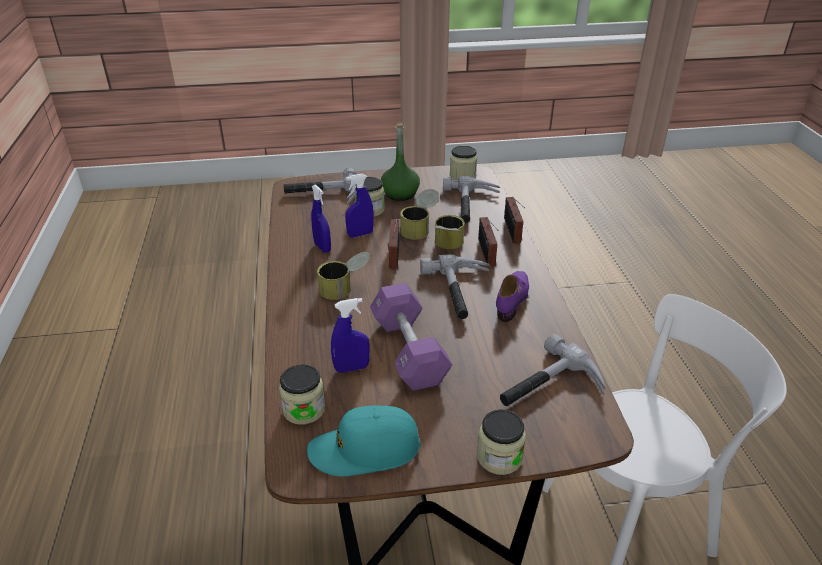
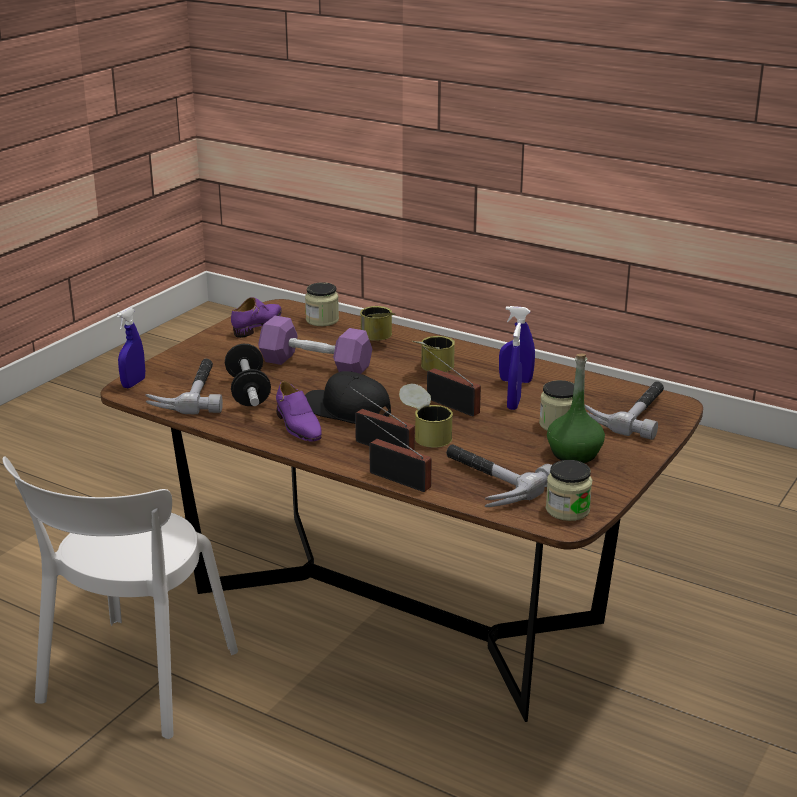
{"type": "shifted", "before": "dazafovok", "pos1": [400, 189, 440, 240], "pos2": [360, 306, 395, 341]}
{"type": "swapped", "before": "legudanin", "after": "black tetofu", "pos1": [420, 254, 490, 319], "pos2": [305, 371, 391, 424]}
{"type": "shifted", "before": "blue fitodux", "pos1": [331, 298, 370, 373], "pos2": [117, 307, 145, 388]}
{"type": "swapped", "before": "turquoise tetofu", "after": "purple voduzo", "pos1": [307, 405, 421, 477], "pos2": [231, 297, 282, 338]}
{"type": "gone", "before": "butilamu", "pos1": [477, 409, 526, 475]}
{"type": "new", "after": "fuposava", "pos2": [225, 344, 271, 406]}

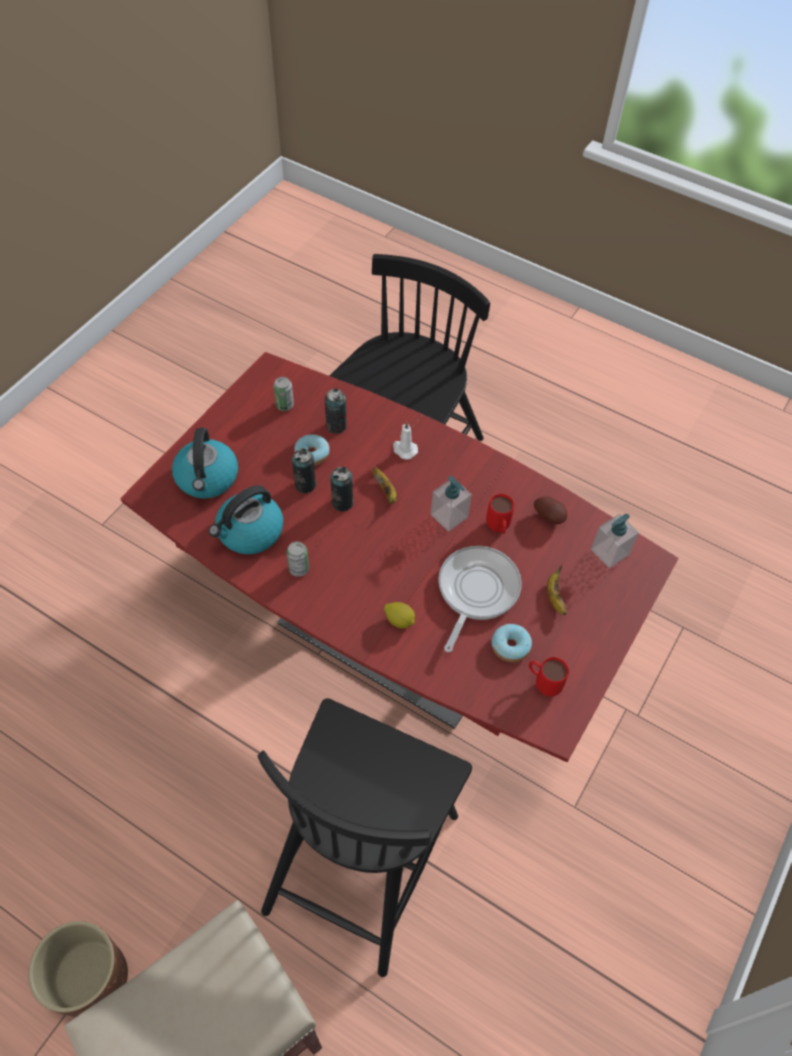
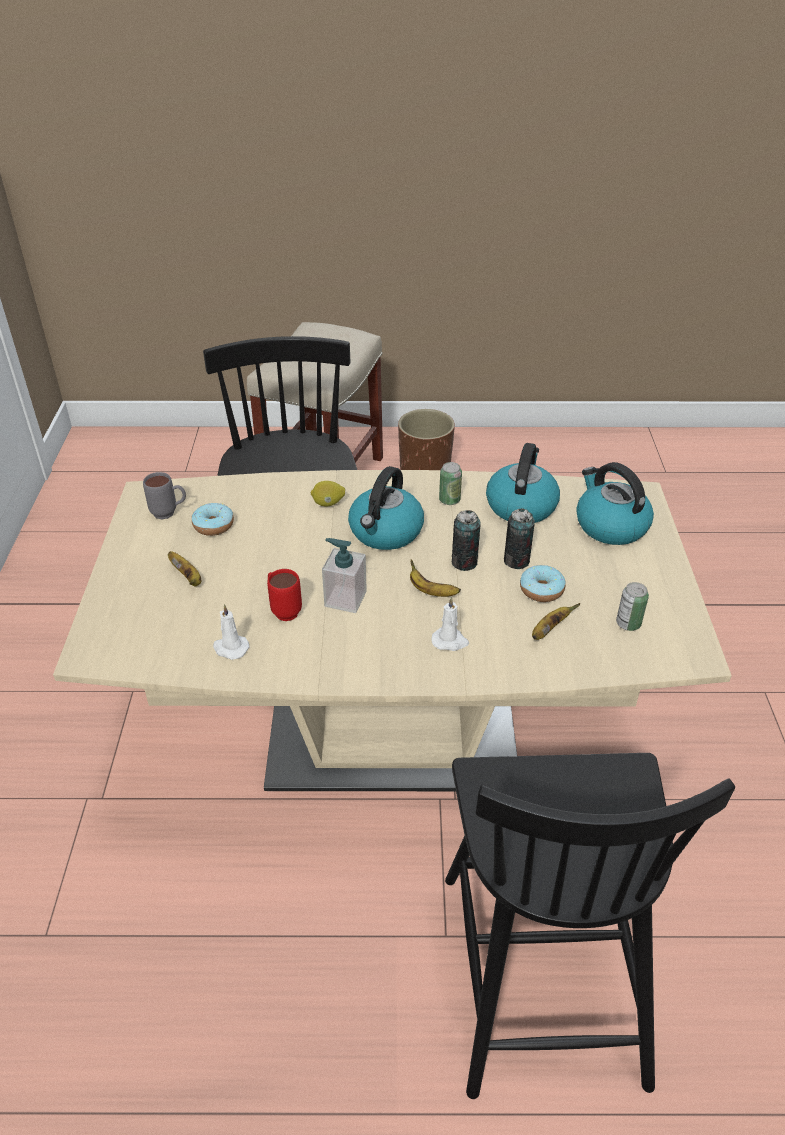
{"type": "repainted", "before": "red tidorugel", "after": "beige tidorugel", "pos1": [120, 352, 679, 762], "pos2": [53, 470, 732, 791]}
{"type": "swapped", "before": "dazafovok", "after": "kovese", "pos1": [325, 389, 347, 434], "pos2": [532, 603, 581, 640]}
{"type": "swapped", "before": "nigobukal", "after": "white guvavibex", "pos1": [534, 496, 567, 524], "pos2": [213, 604, 249, 660]}
{"type": "gone", "before": "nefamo", "pos1": [591, 514, 639, 568]}
{"type": "gone", "before": "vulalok", "pos1": [438, 546, 522, 652]}
{"type": "repainted", "before": "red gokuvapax", "after": "grey gokuvapax", "pos1": [529, 657, 569, 696], "pos2": [143, 472, 186, 519]}
{"type": "new", "after": "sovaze", "pos2": [348, 466, 424, 550]}

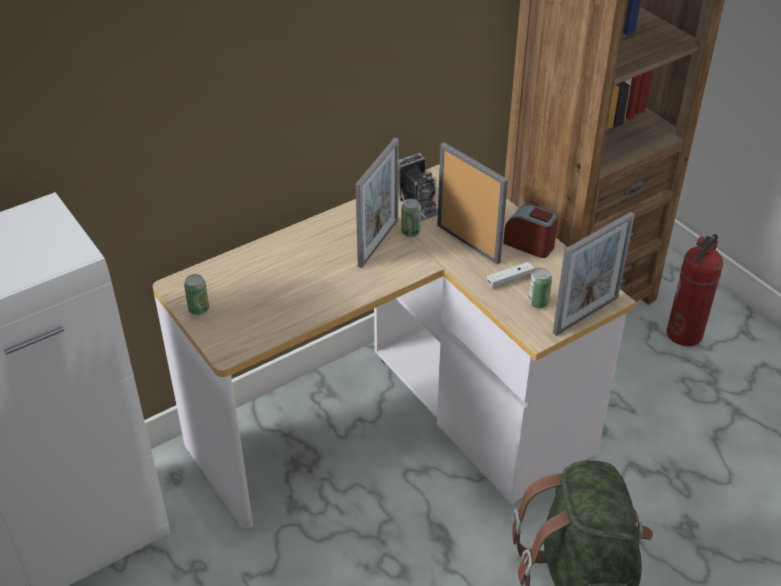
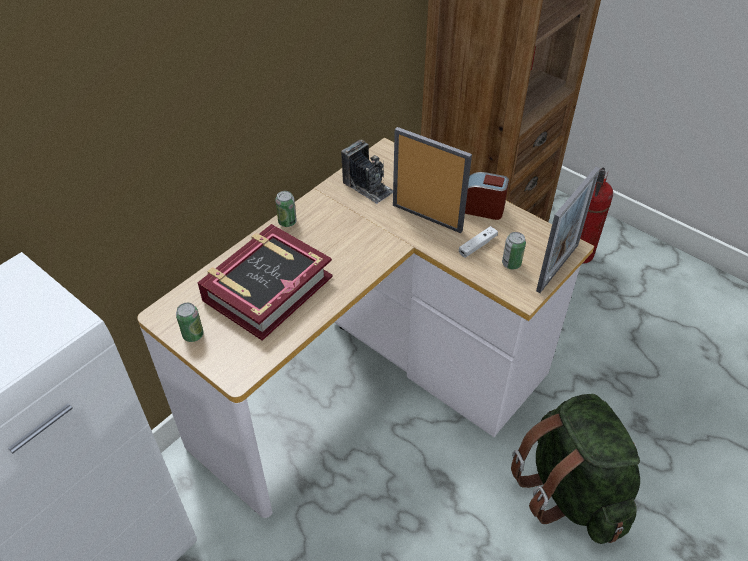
{"type": "gone", "before": "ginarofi", "pos1": [356, 138, 399, 268]}
{"type": "shifted", "before": "dazafovok", "pos1": [401, 198, 421, 237], "pos2": [275, 191, 297, 227]}
{"type": "new", "after": "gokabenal", "pos2": [198, 224, 333, 341]}

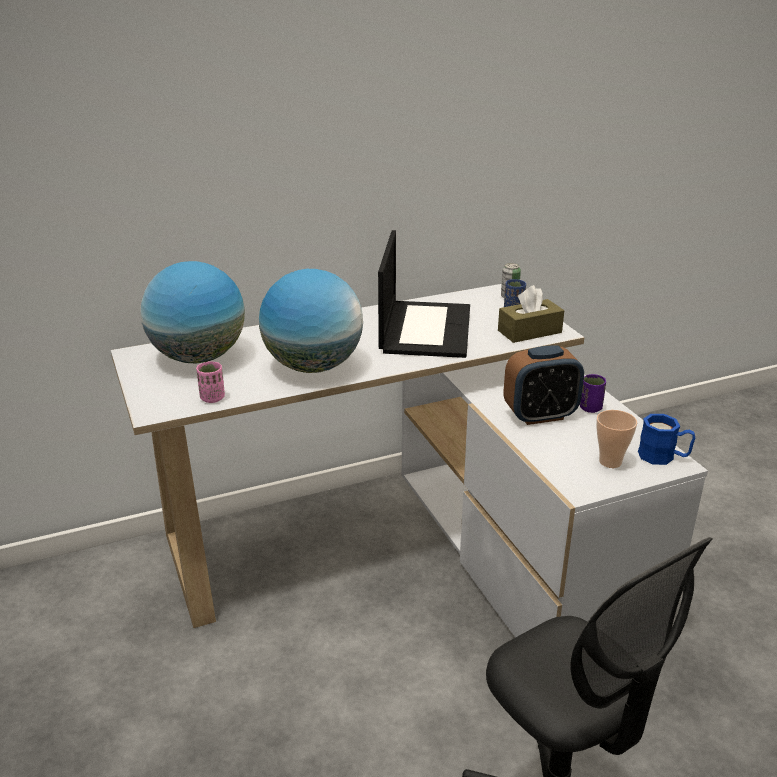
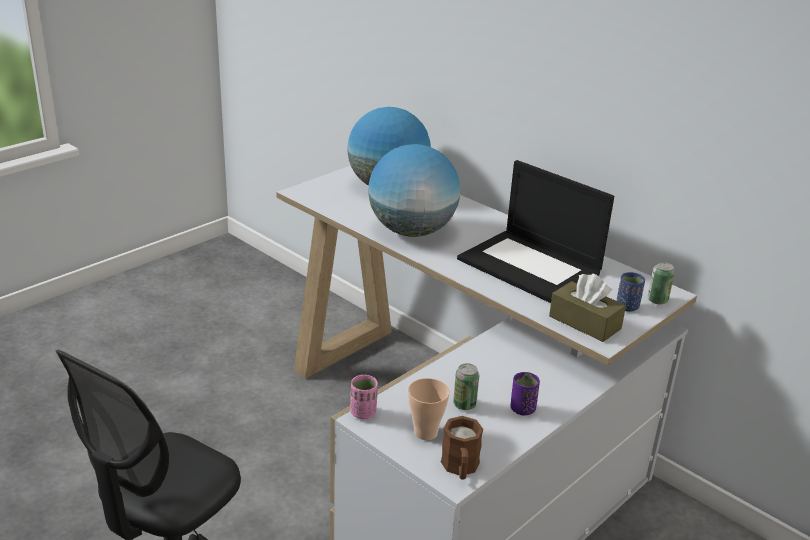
{"type": "rotated", "before": "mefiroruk", "pos1": [378, 230, 470, 358], "pos2": [457, 160, 614, 303], "turn": 60}
{"type": "gone", "before": "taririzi", "pos1": [503, 346, 584, 425]}
{"type": "shifted", "before": "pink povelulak", "pos1": [196, 361, 225, 403], "pos2": [350, 375, 378, 419]}
{"type": "repainted", "before": "blue gokuvapax", "after": "brown gokuvapax", "pos1": [638, 414, 695, 465], "pos2": [441, 416, 483, 480]}
{"type": "new", "after": "dazafovok", "pos2": [453, 363, 479, 410]}

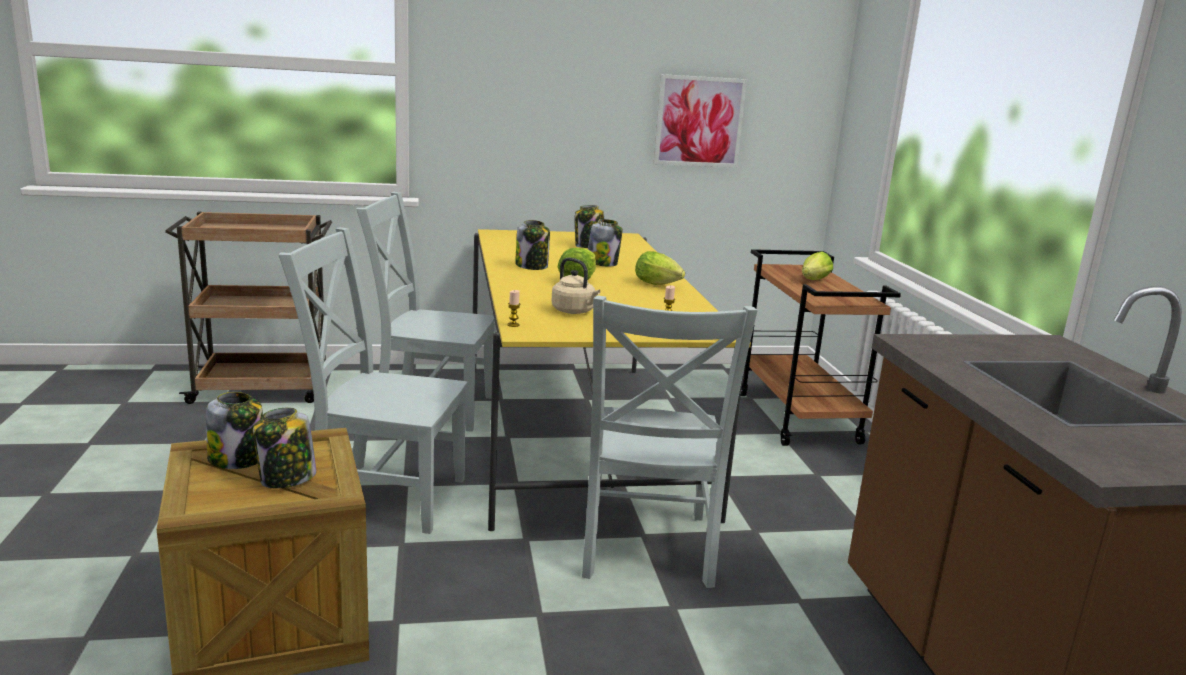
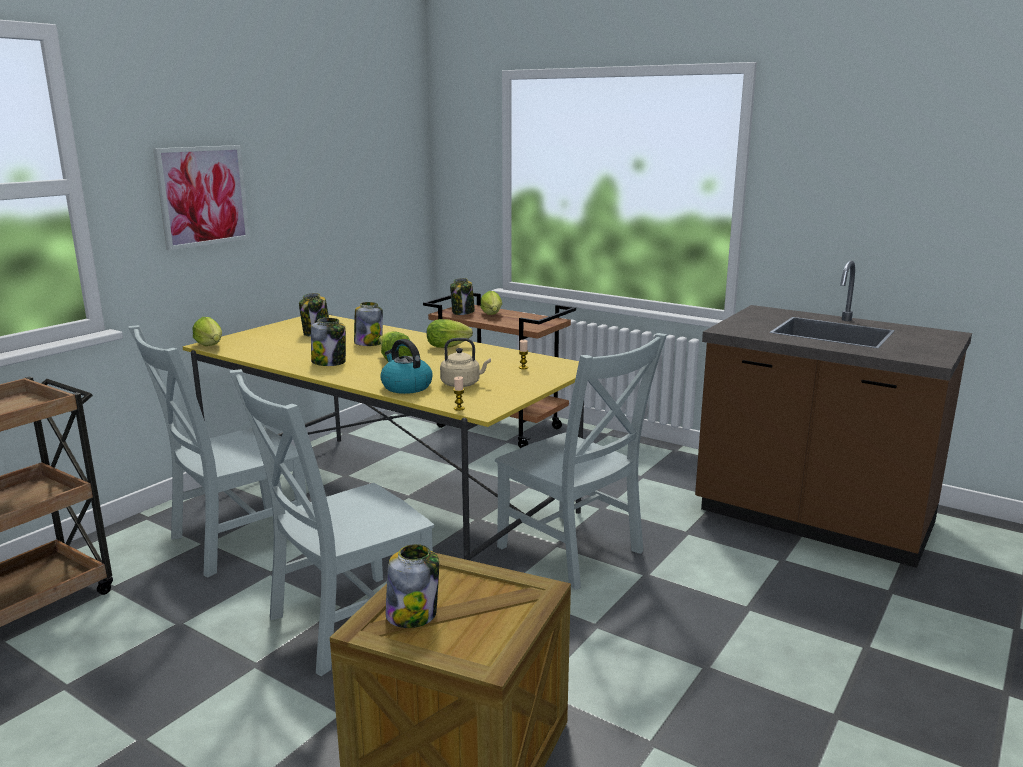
{"type": "shifted", "before": "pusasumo", "pos1": [654, 74, 747, 168], "pos2": [153, 145, 250, 251]}
{"type": "shifted", "before": "butilamu", "pos1": [253, 408, 316, 488], "pos2": [450, 278, 475, 315]}
{"type": "new", "after": "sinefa", "pos2": [192, 317, 222, 346]}
{"type": "new", "after": "sovaze", "pos2": [380, 339, 433, 394]}

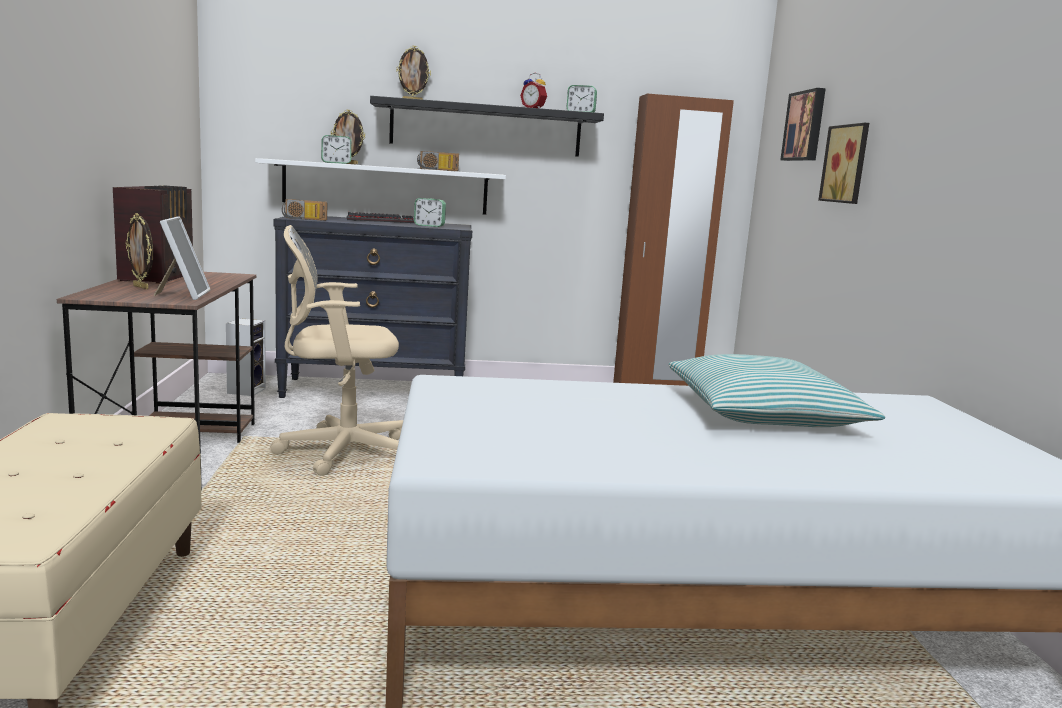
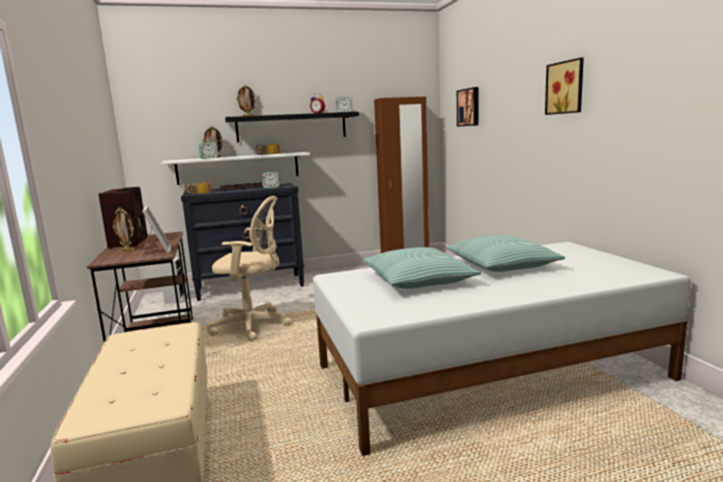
{"type": "shifted", "before": "pusasumo", "pos1": [818, 123, 869, 204], "pos2": [545, 57, 584, 115]}
{"type": "rotated", "before": "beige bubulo", "pos1": [270, 225, 403, 476], "pos2": [206, 196, 292, 341], "turn": -150}
{"type": "new", "after": "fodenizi", "pos2": [363, 247, 481, 289]}

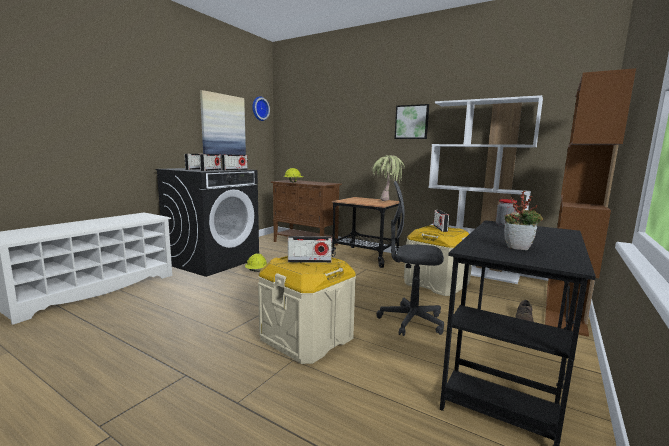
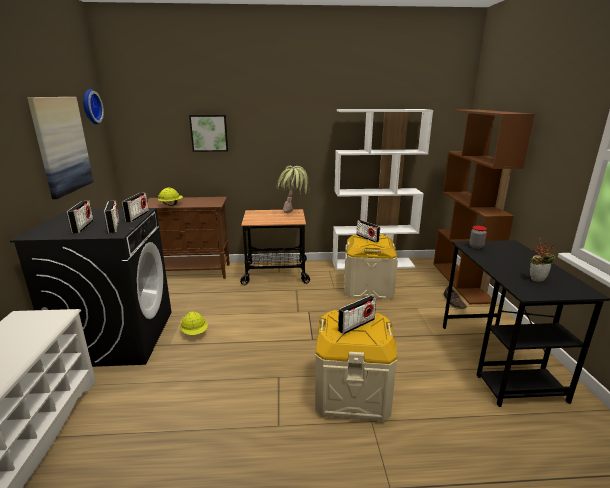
{"type": "shifted", "before": "pusasumo", "pos1": [394, 104, 429, 139], "pos2": [189, 115, 228, 152]}
{"type": "gone", "before": "grey bubulo", "pos1": [376, 181, 444, 336]}

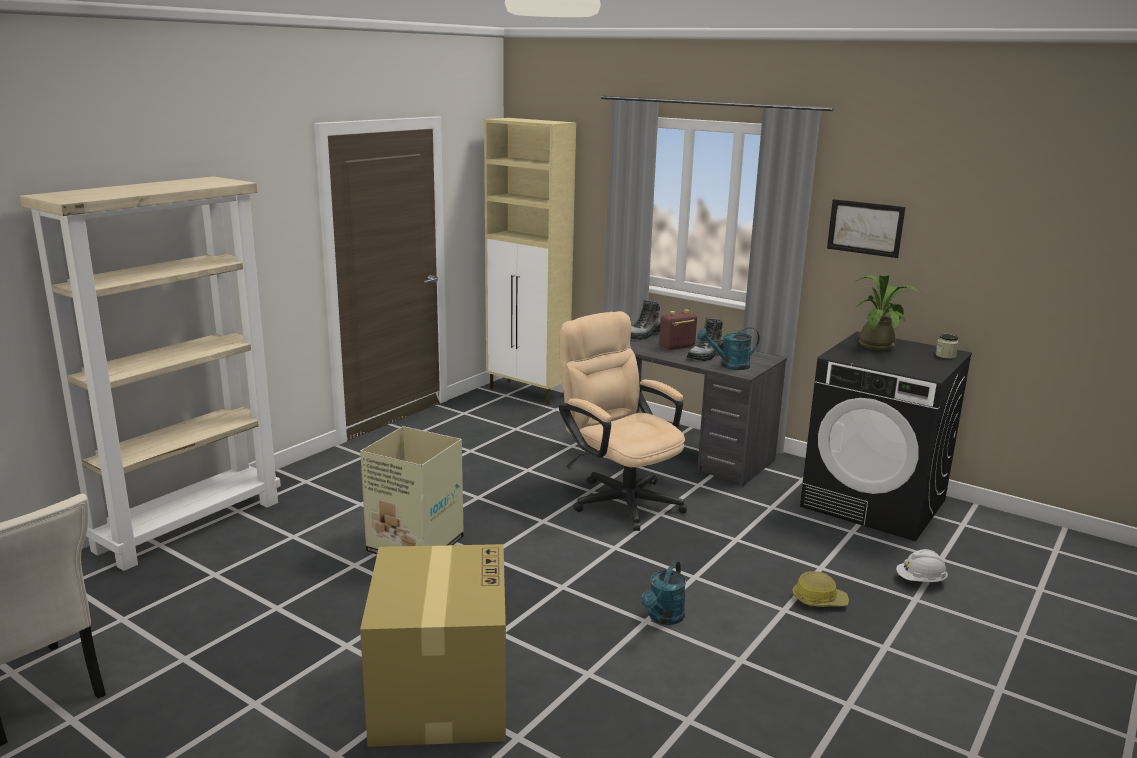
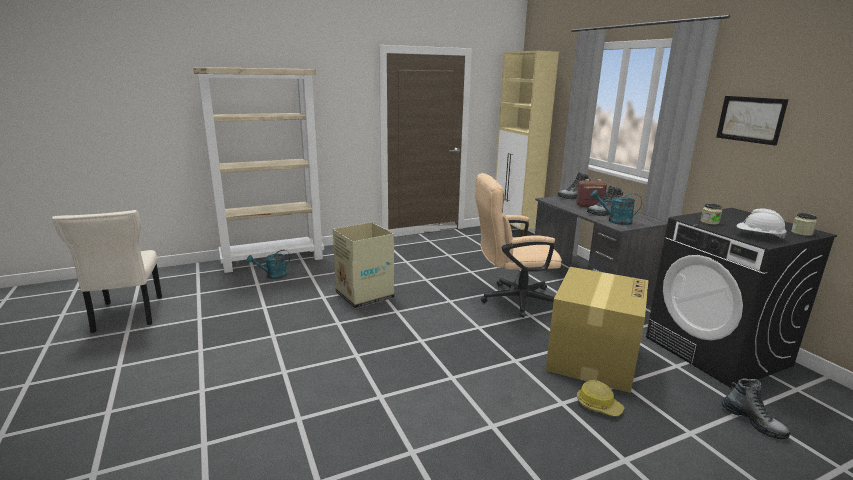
{"type": "gone", "before": "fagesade", "pos1": [855, 275, 921, 350]}
{"type": "rotated", "before": "beige bubulo", "pos1": [559, 311, 687, 531], "pos2": [475, 173, 562, 318], "turn": -90}
{"type": "shifted", "before": "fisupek", "pos1": [360, 544, 506, 747], "pos2": [546, 267, 648, 393]}
{"type": "shifted", "before": "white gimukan", "pos1": [896, 549, 948, 582], "pos2": [737, 208, 787, 239]}
{"type": "shifted", "before": "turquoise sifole", "pos1": [641, 561, 686, 625], "pos2": [247, 250, 290, 279]}
{"type": "new", "after": "butilamu", "pos2": [700, 203, 722, 225]}
{"type": "new", "after": "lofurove", "pos2": [721, 378, 790, 439]}

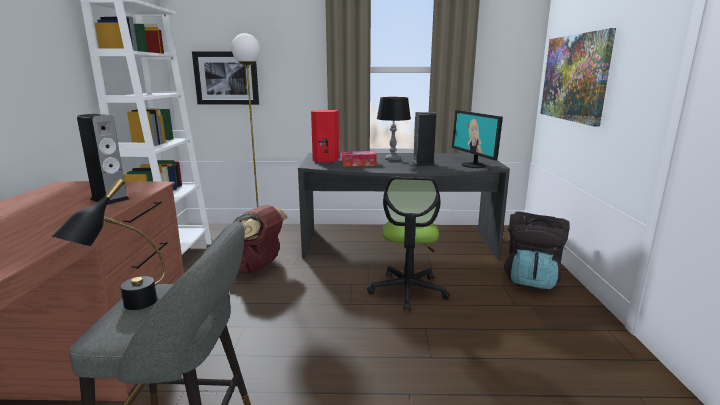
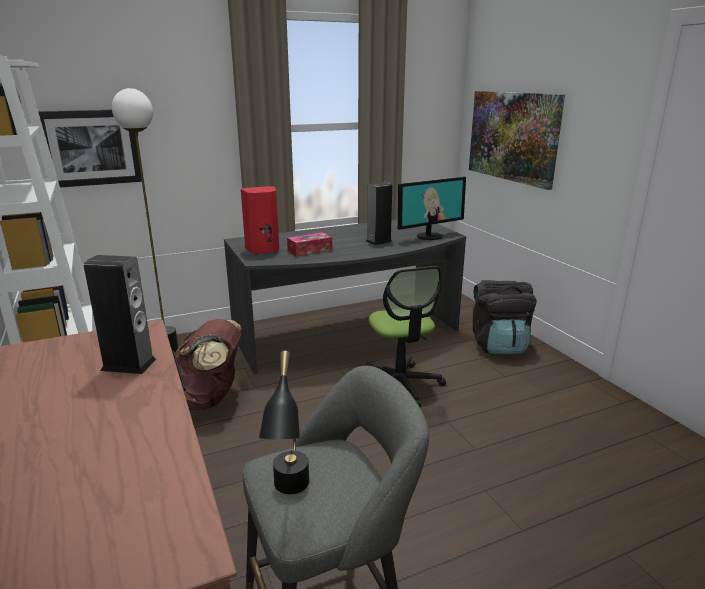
{"type": "gone", "before": "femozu", "pos1": [377, 97, 411, 161]}
{"type": "rotated", "before": "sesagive", "pos1": [452, 110, 503, 168], "pos2": [398, 177, 466, 240], "turn": -75}

